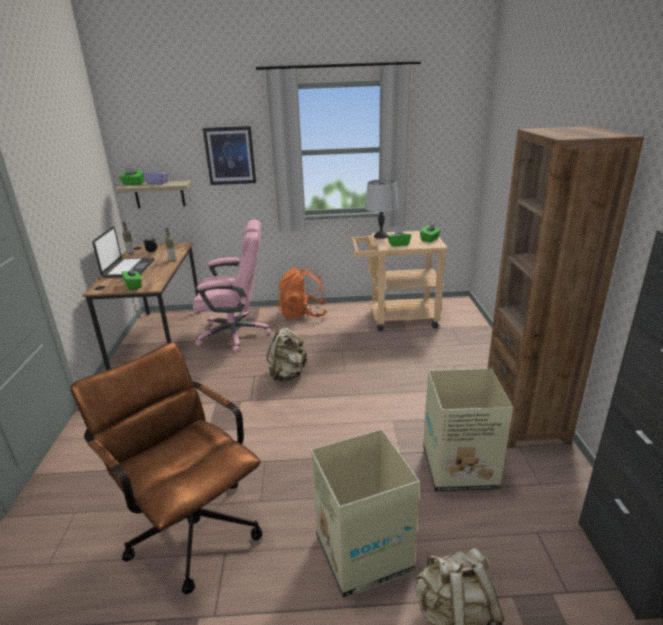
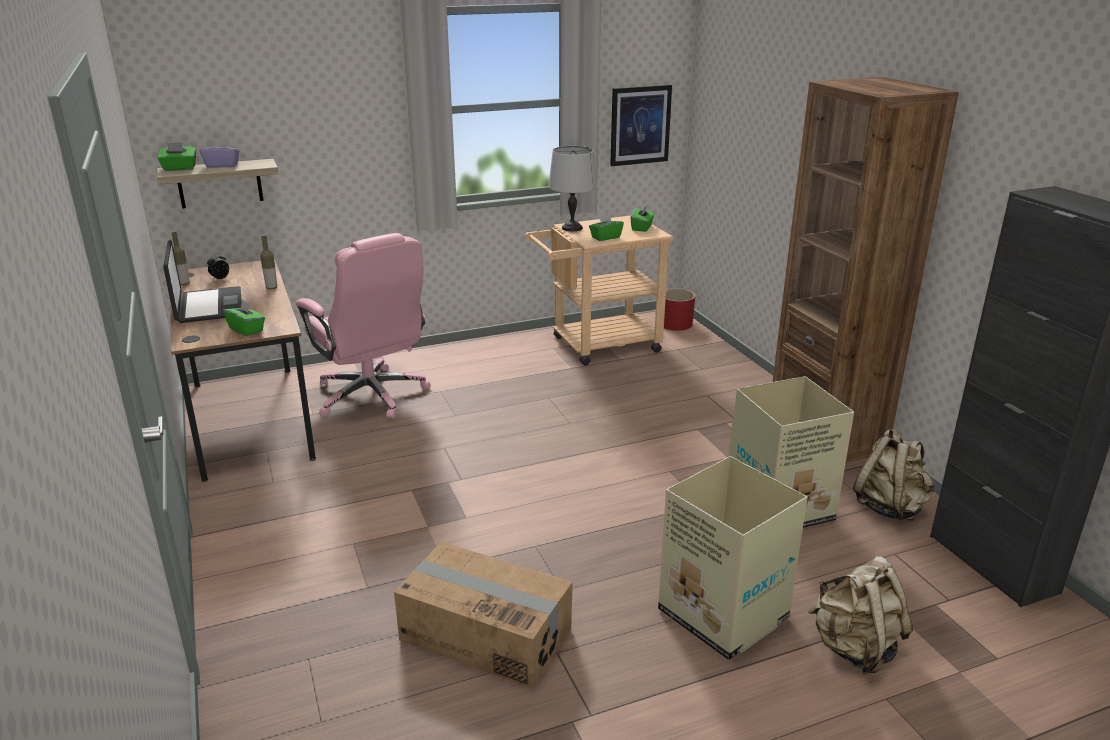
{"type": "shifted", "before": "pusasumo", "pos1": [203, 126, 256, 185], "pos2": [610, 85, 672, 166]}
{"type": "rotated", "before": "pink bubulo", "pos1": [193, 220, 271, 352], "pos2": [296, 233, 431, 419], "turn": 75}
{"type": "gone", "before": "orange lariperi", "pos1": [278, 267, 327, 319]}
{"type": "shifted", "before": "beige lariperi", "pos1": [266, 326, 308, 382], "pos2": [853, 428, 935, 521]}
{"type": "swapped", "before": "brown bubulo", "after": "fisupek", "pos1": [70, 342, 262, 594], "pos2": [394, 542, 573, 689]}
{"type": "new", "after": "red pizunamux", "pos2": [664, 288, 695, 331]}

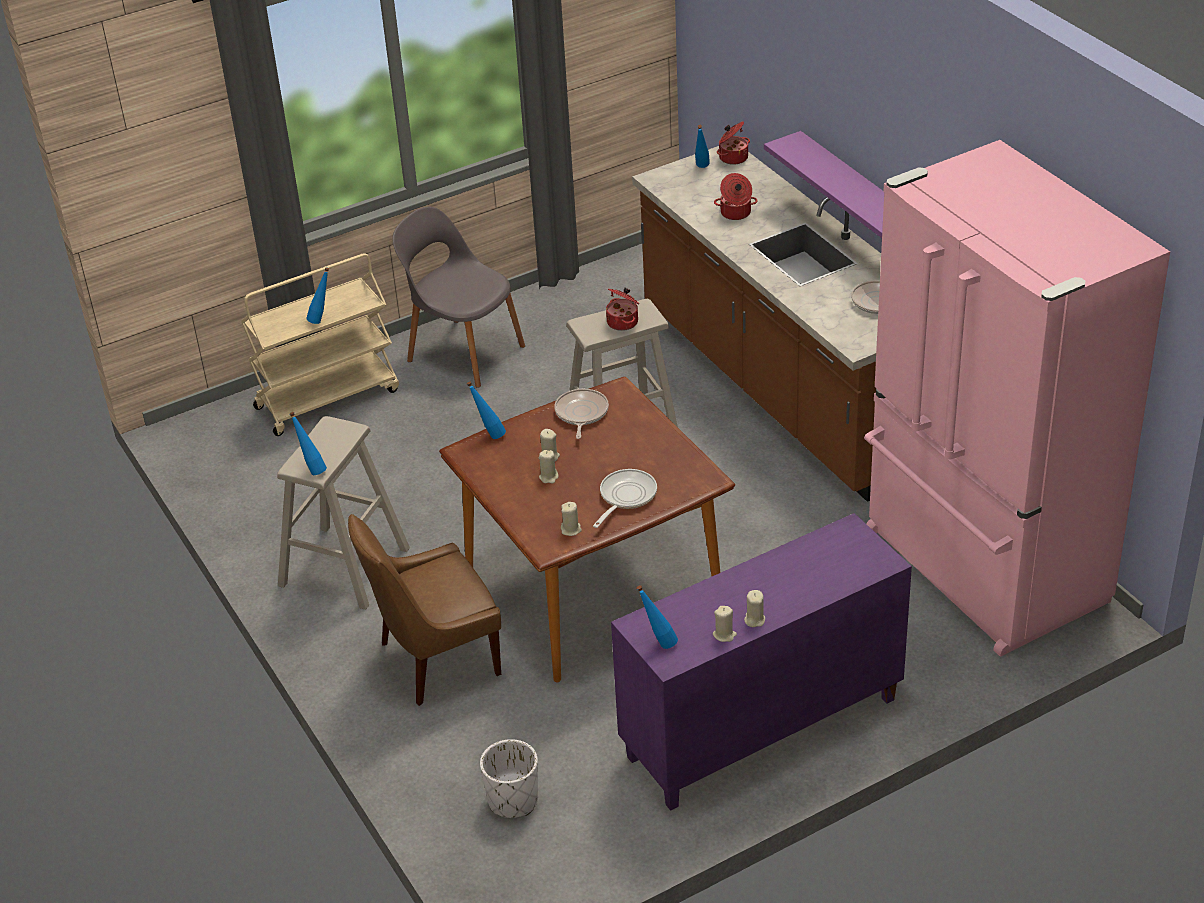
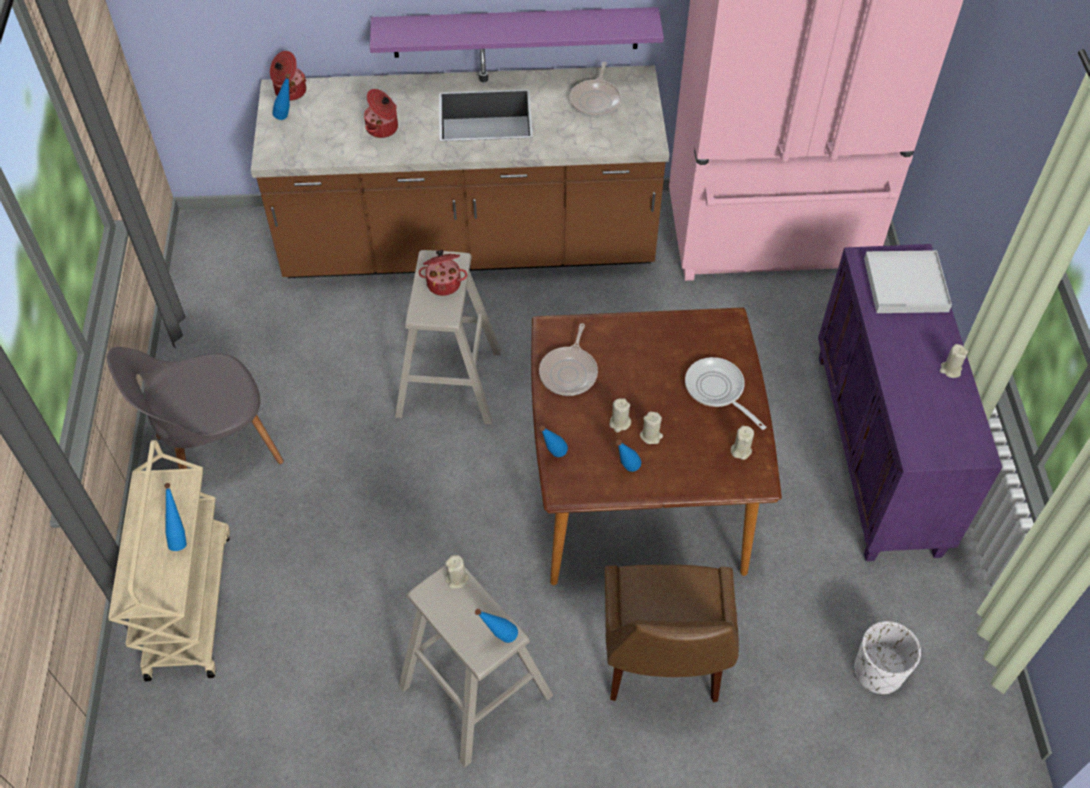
{"type": "rotated", "before": "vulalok", "pos1": [554, 389, 609, 439], "pos2": [539, 323, 598, 396], "turn": -105}
{"type": "shifted", "before": "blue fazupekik", "pos1": [636, 585, 678, 649], "pos2": [616, 440, 641, 472]}
{"type": "shifted", "before": "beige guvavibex", "pos1": [713, 606, 737, 642], "pos2": [445, 555, 469, 589]}
{"type": "new", "after": "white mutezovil", "pos2": [864, 250, 952, 313]}

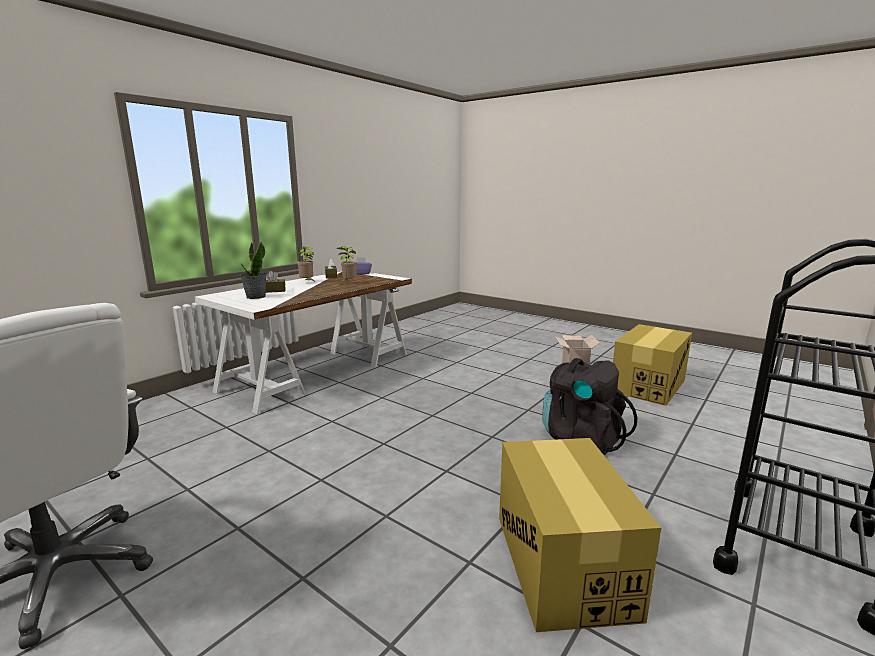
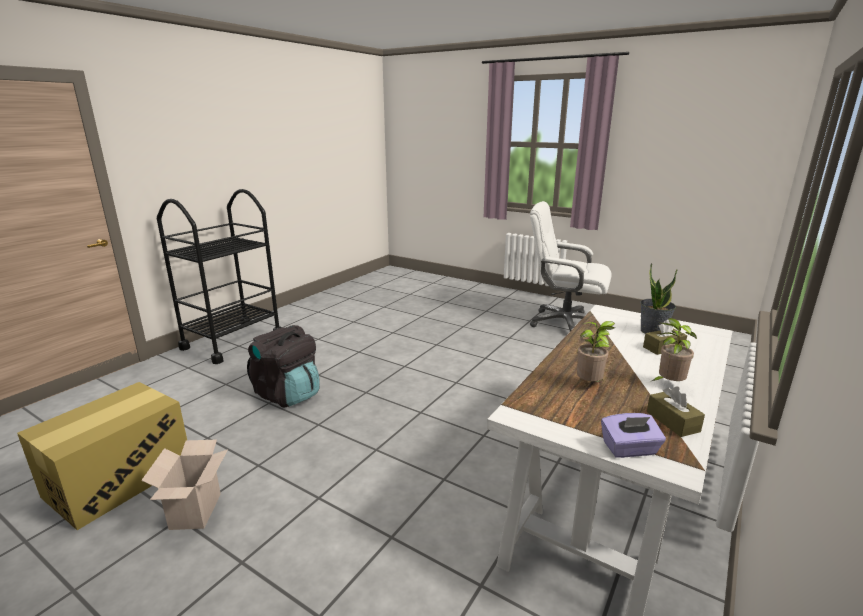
{"type": "gone", "before": "fisupek", "pos1": [499, 438, 661, 632]}

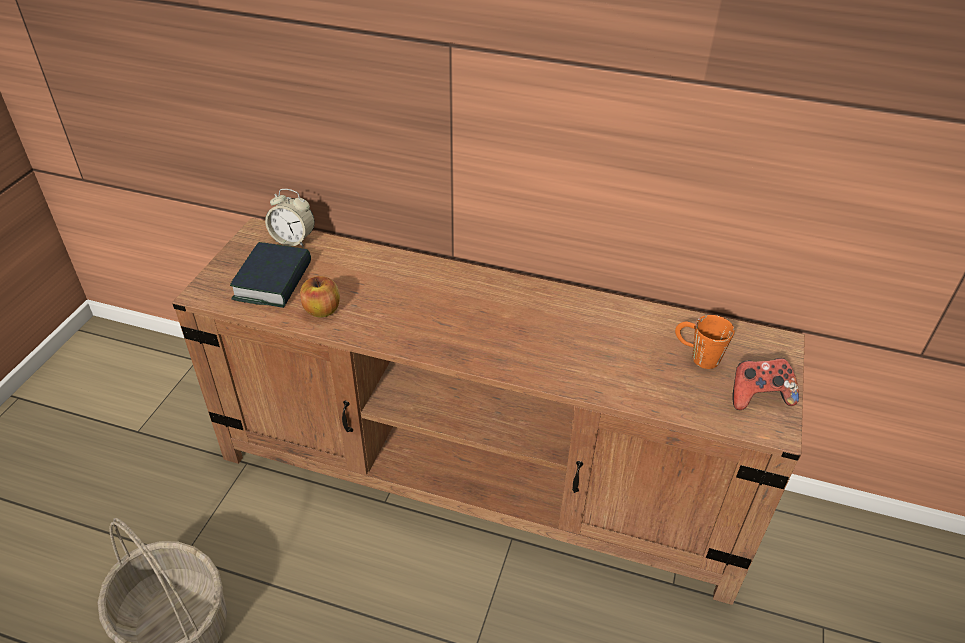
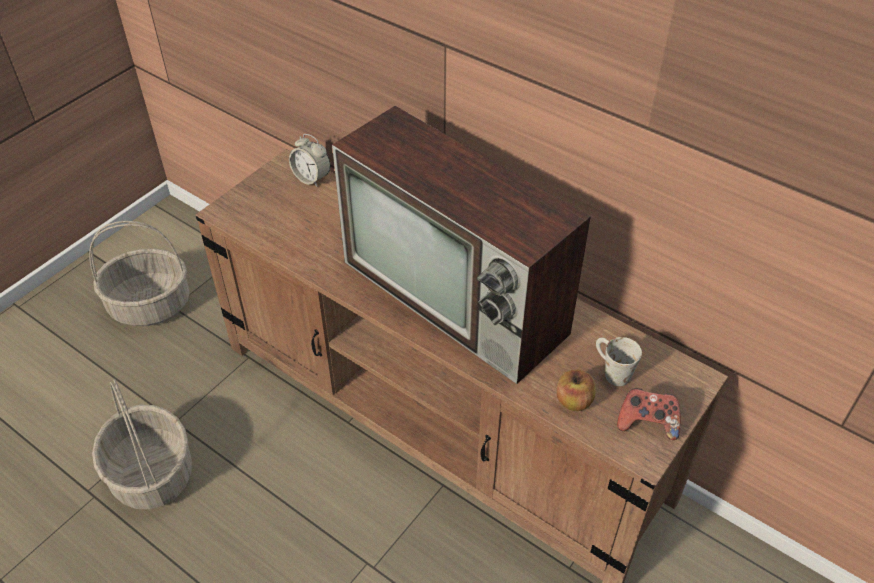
{"type": "gone", "before": "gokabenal", "pos1": [230, 242, 311, 308]}
{"type": "shifted", "before": "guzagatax", "pos1": [300, 276, 340, 318], "pos2": [556, 369, 596, 411]}
{"type": "repainted", "before": "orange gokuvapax", "after": "white gokuvapax", "pos1": [675, 315, 735, 369], "pos2": [596, 337, 642, 386]}
{"type": "new", "after": "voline", "pos2": [332, 106, 590, 384]}
{"type": "new", "after": "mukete", "pos2": [89, 221, 190, 326]}

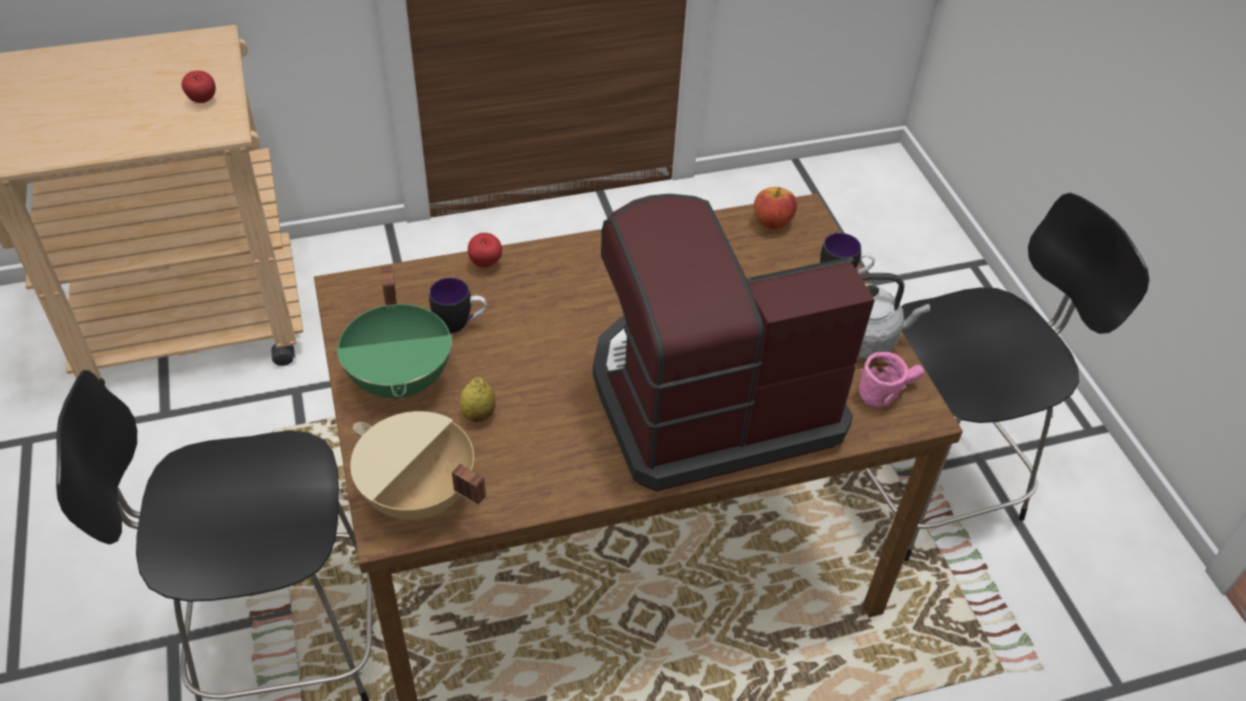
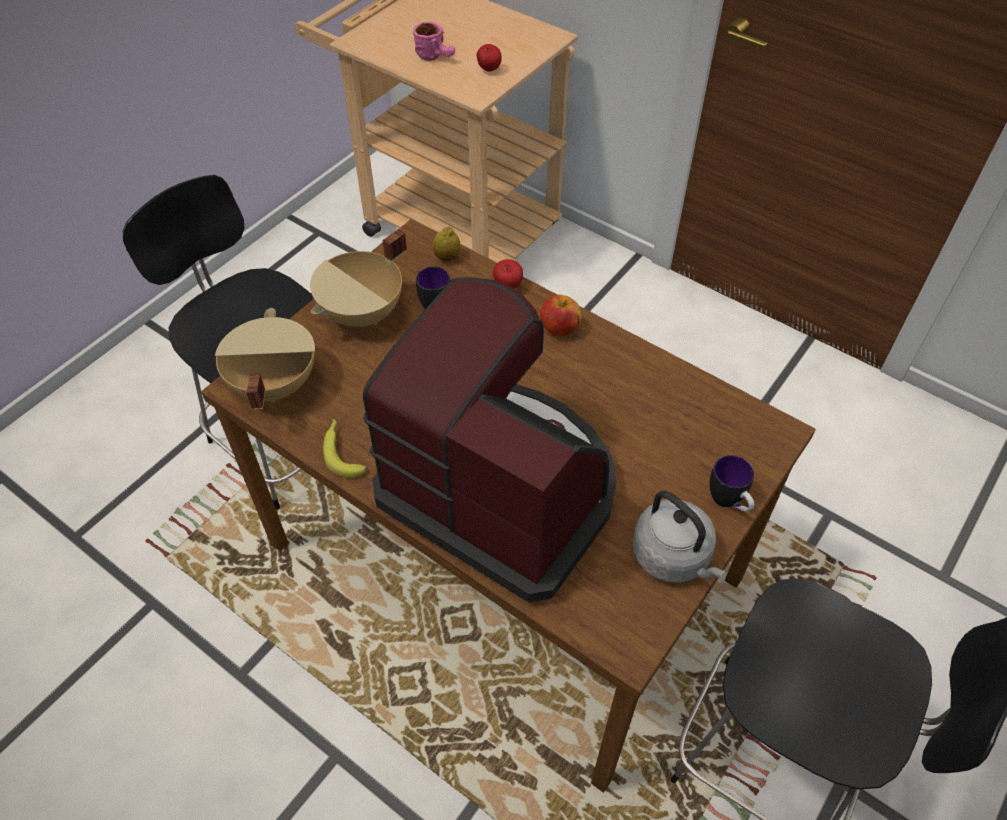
{"type": "shifted", "before": "guzagatax", "pos1": [754, 187, 797, 230], "pos2": [540, 295, 582, 336]}
{"type": "repainted", "before": "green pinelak", "after": "beige pinelak", "pos1": [337, 267, 452, 400], "pos2": [310, 229, 407, 327]}
{"type": "shifted", "before": "pink gokuvapax", "pos1": [859, 352, 924, 408], "pos2": [413, 22, 455, 61]}
{"type": "shifted", "before": "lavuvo", "pos1": [460, 377, 496, 422], "pos2": [433, 227, 461, 261]}
{"type": "new", "after": "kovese", "pos2": [323, 419, 366, 478]}

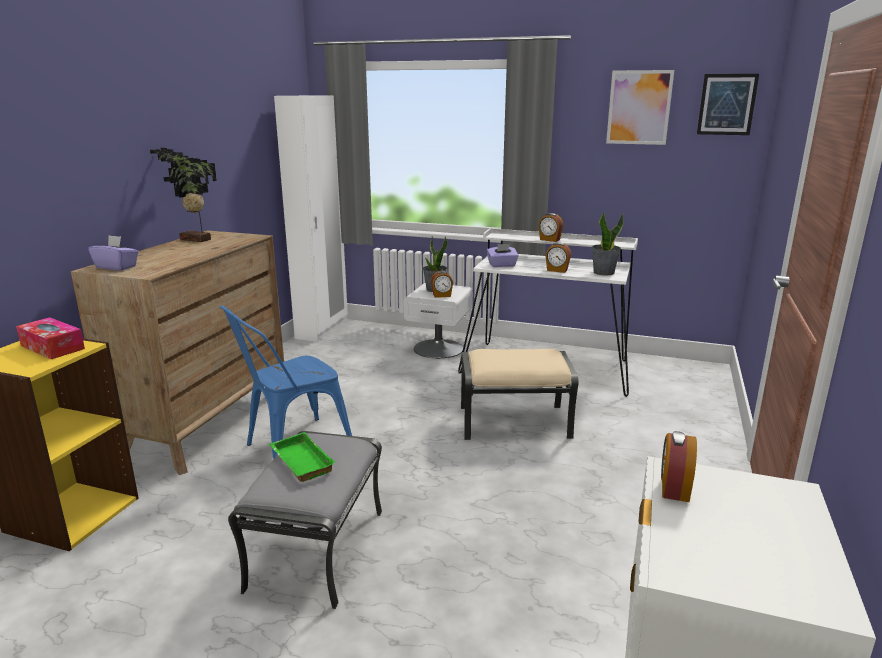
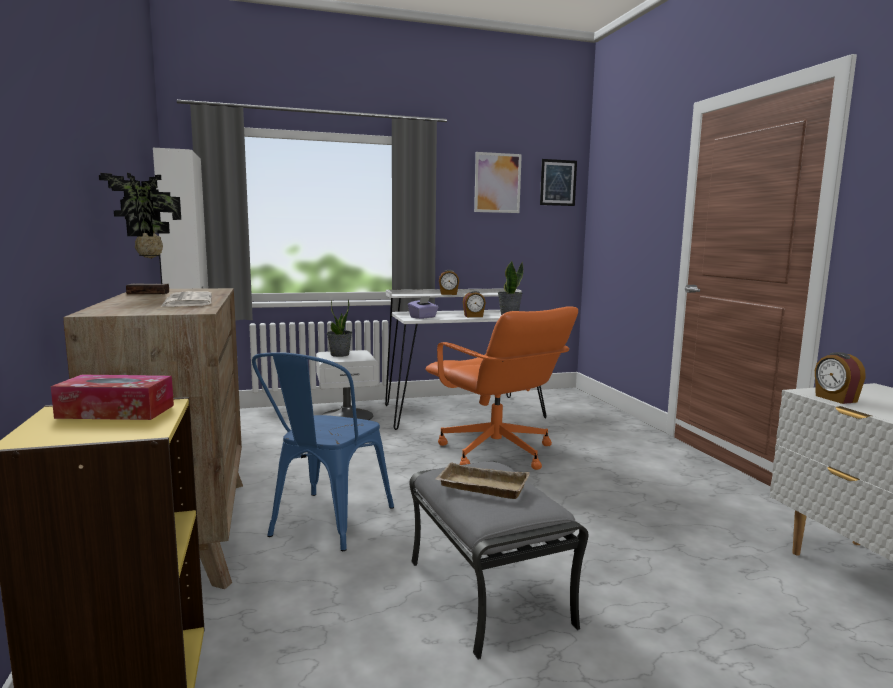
{"type": "gone", "before": "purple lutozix", "pos1": [88, 235, 139, 271]}
{"type": "gone", "before": "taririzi", "pos1": [431, 271, 453, 298]}
{"type": "swapped", "before": "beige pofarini", "after": "orange bubulo", "pos1": [461, 349, 578, 440], "pos2": [425, 306, 578, 470]}
{"type": "repainted", "before": "green mutezovil", "after": "beige mutezovil", "pos1": [269, 432, 336, 482], "pos2": [435, 462, 530, 499]}
{"type": "new", "after": "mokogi", "pos2": [161, 291, 212, 307]}

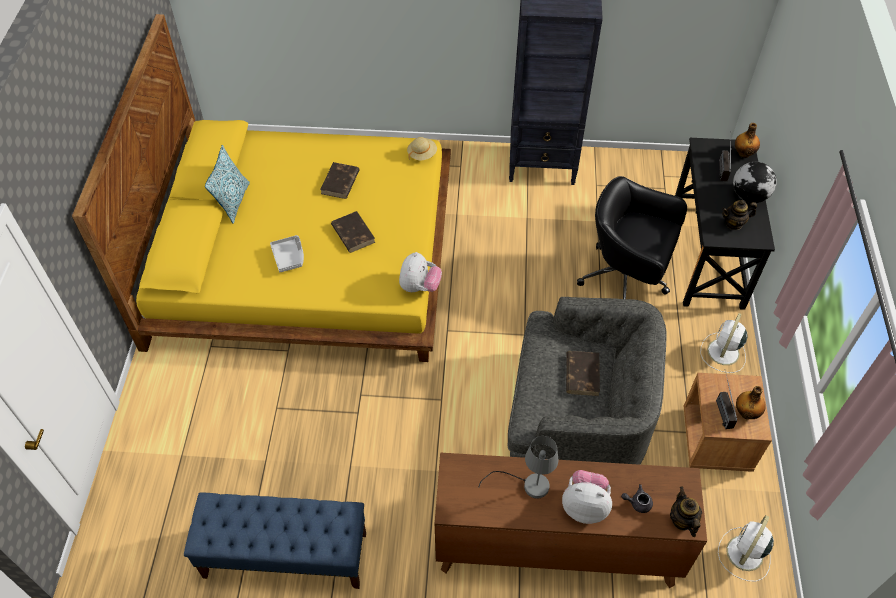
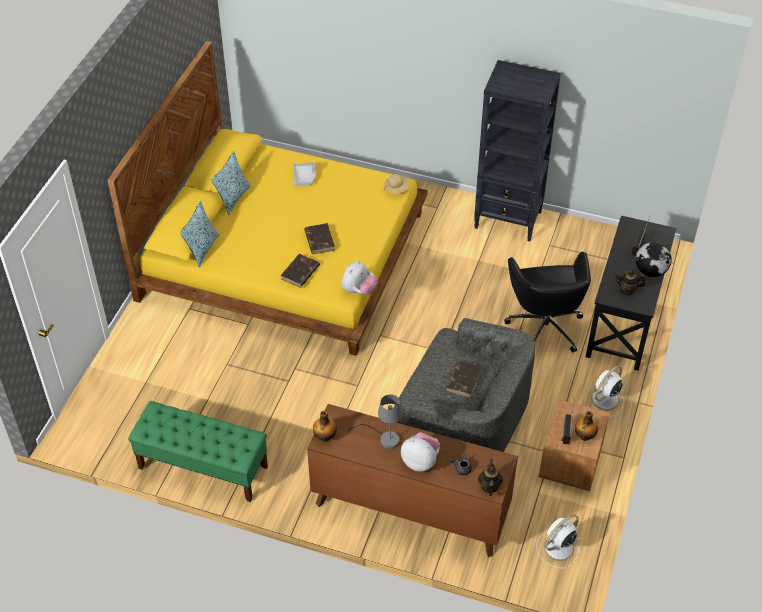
{"type": "shifted", "before": "fazupekik", "pos1": [735, 123, 760, 158], "pos2": [313, 411, 337, 442]}
{"type": "shifted", "before": "brown gokabenal", "pos1": [320, 162, 360, 199], "pos2": [280, 254, 320, 288]}
{"type": "rotated", "before": "black bubulo", "pos1": [577, 176, 687, 299], "pos2": [504, 252, 591, 352], "turn": -135}
{"type": "shifted", "before": "grey mutezovil", "pos1": [270, 235, 304, 272], "pos2": [293, 162, 316, 186]}
{"type": "repainted", "before": "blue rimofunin", "after": "green rimofunin", "pos1": [184, 493, 366, 589], "pos2": [128, 401, 268, 502]}
{"type": "new", "after": "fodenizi", "pos2": [180, 201, 219, 267]}

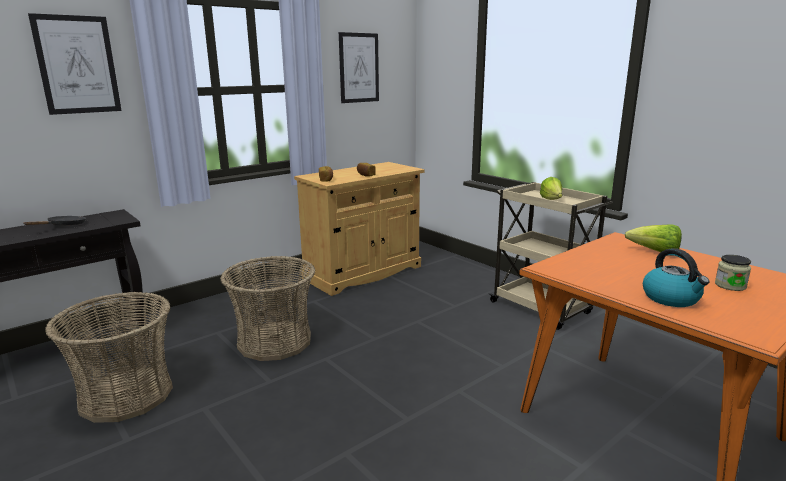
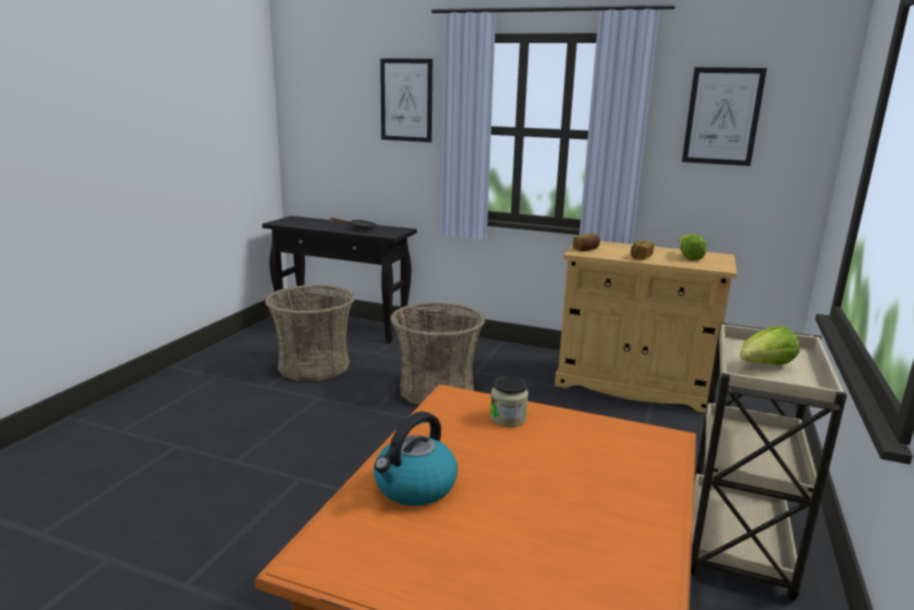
{"type": "shifted", "before": "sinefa", "pos1": [625, 224, 682, 256], "pos2": [678, 234, 706, 261]}
{"type": "shifted", "before": "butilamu", "pos1": [715, 255, 751, 291], "pos2": [490, 376, 528, 427]}

